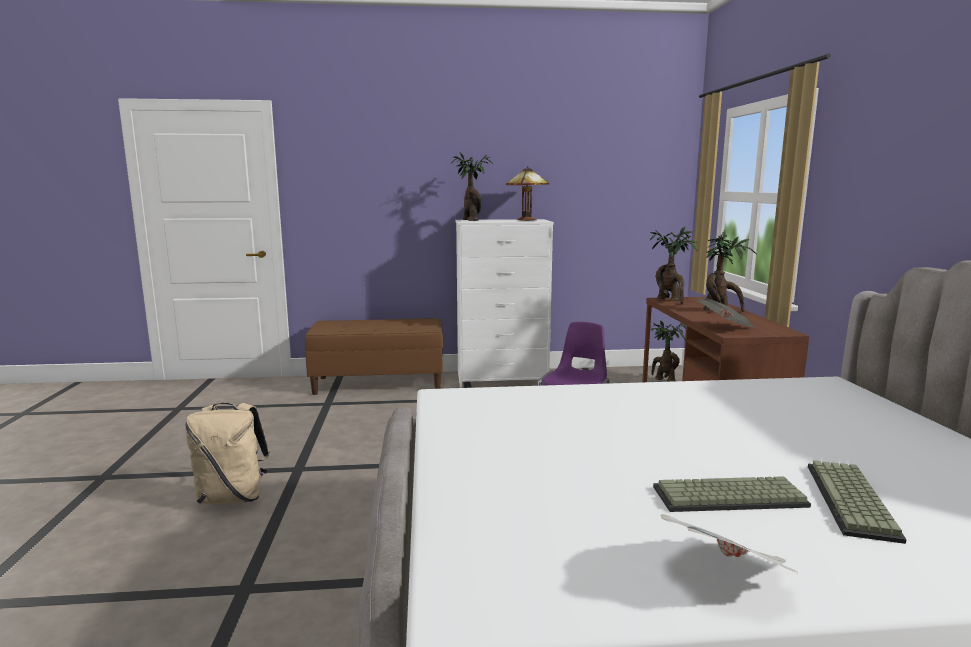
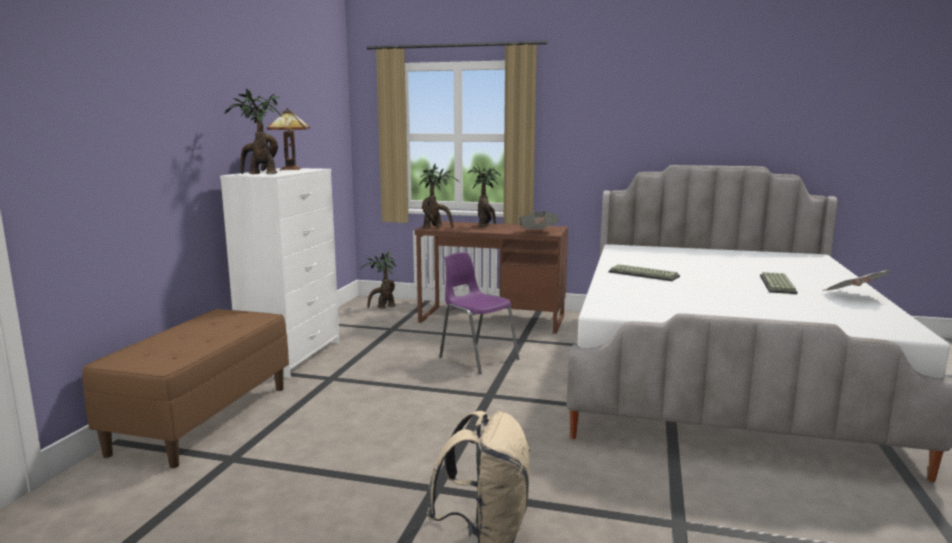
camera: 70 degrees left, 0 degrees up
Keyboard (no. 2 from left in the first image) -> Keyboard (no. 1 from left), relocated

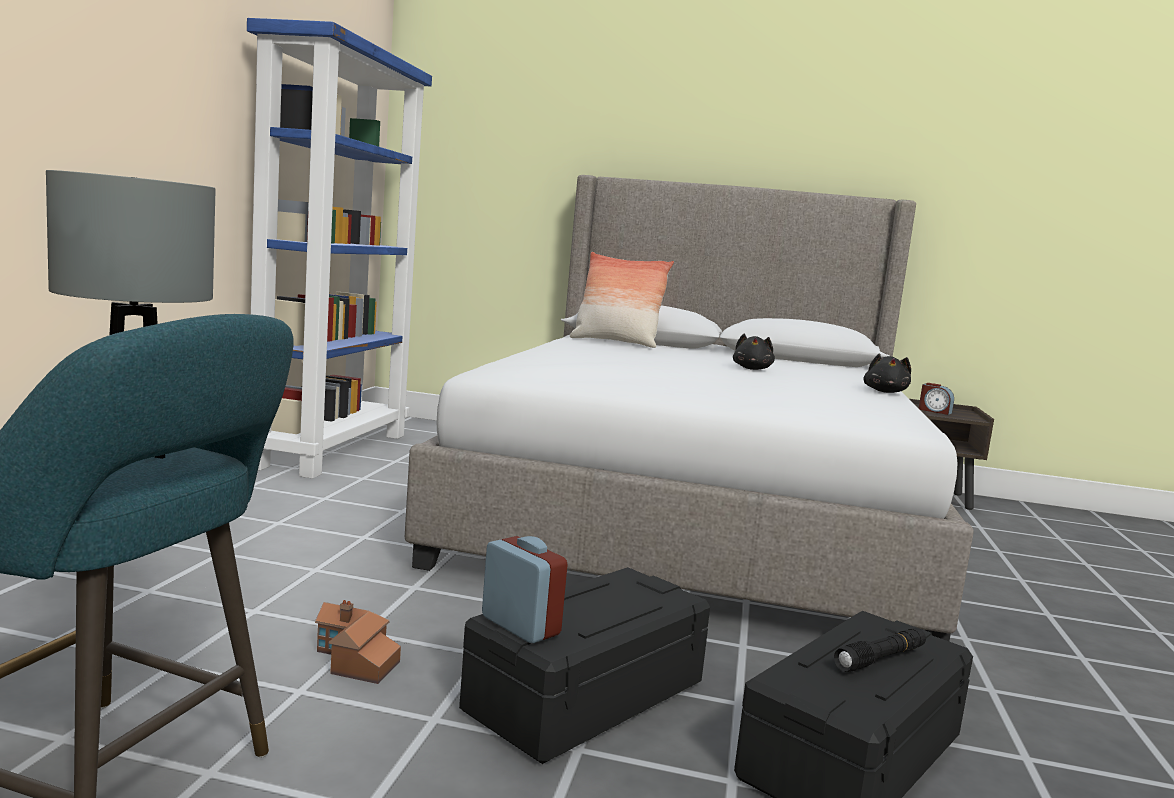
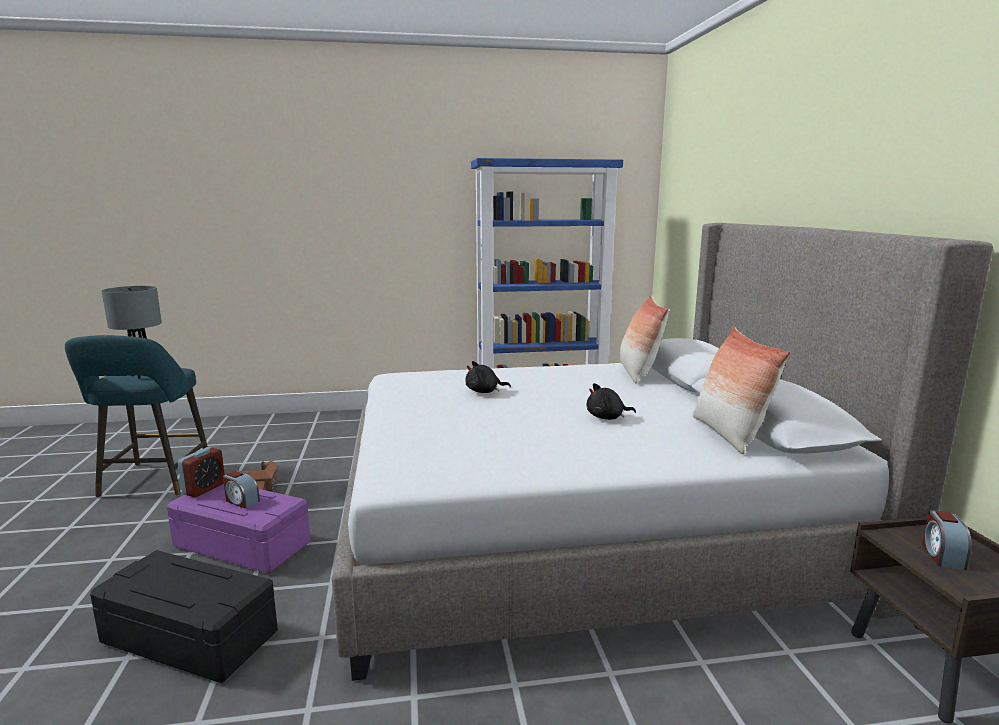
camera: 70 degrees right, 5 degrees up
BlackStorageBox (no. 1 from left) -> PurpleStorageBox
BlackFlashlight -> none
BlackPlushToy (no. 2 from left in the first image) -> BlackPlushToy (no. 1 from left), relocated
none -> AlarmClock (no. 2 from left)
none -> Pillow (no. 2 from left)

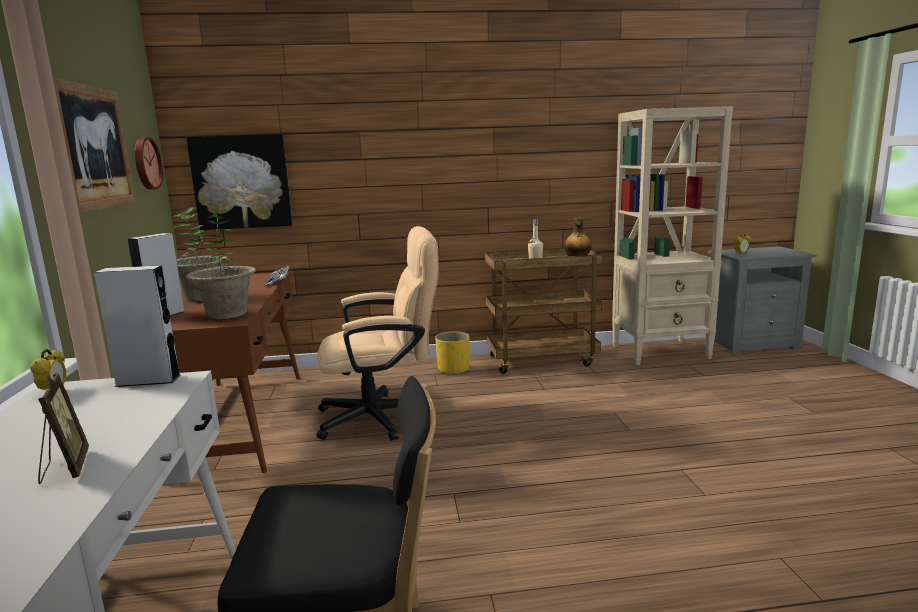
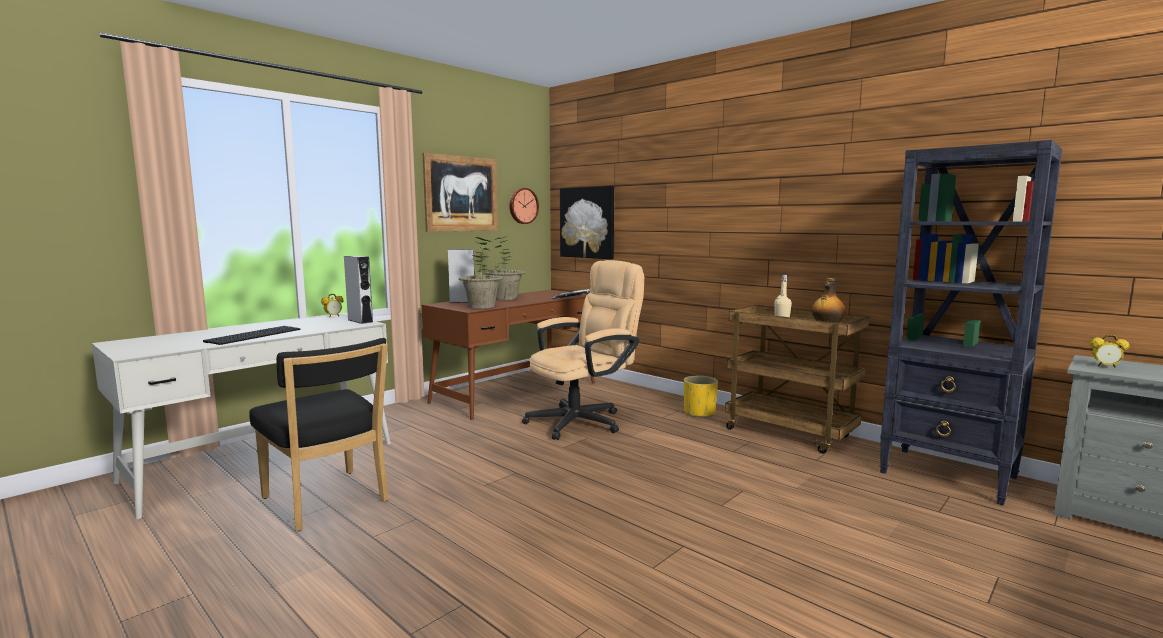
camera: 50 degrees right, 5 degrees down
PictureFrame -> Keyboard (no. 1 from left)
BeigeOfficeChair, 75 degrees counterclockwise
BeigeBookcase -> BlackBookcase

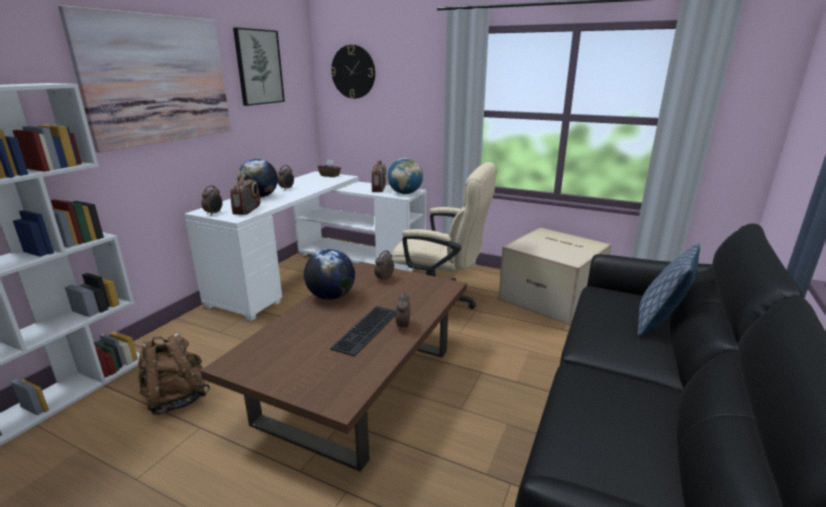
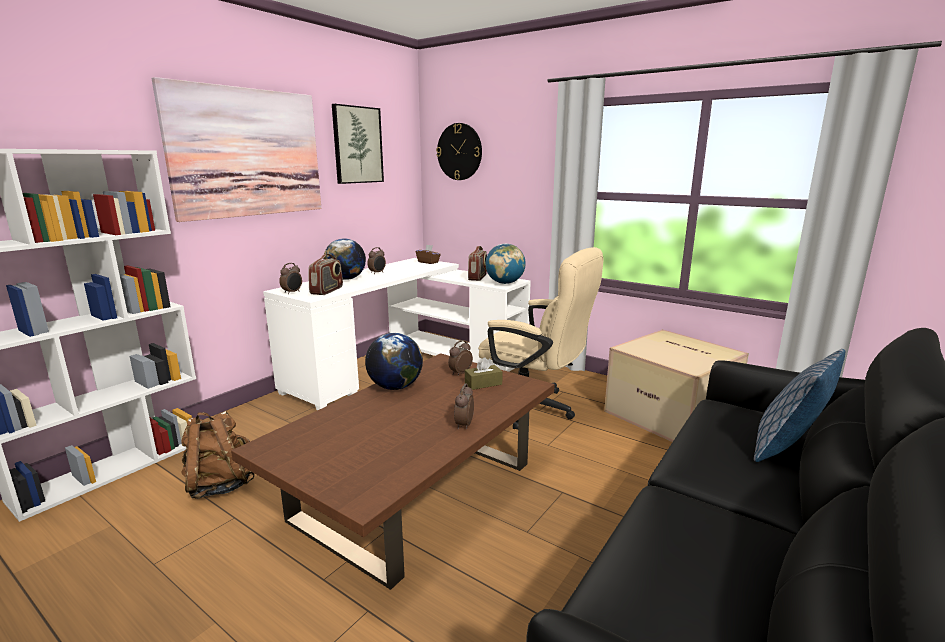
camera: 10 degrees right, 5 degrees down
Keyboard -> none
none -> BrownTissueBox (no. 2 from left)

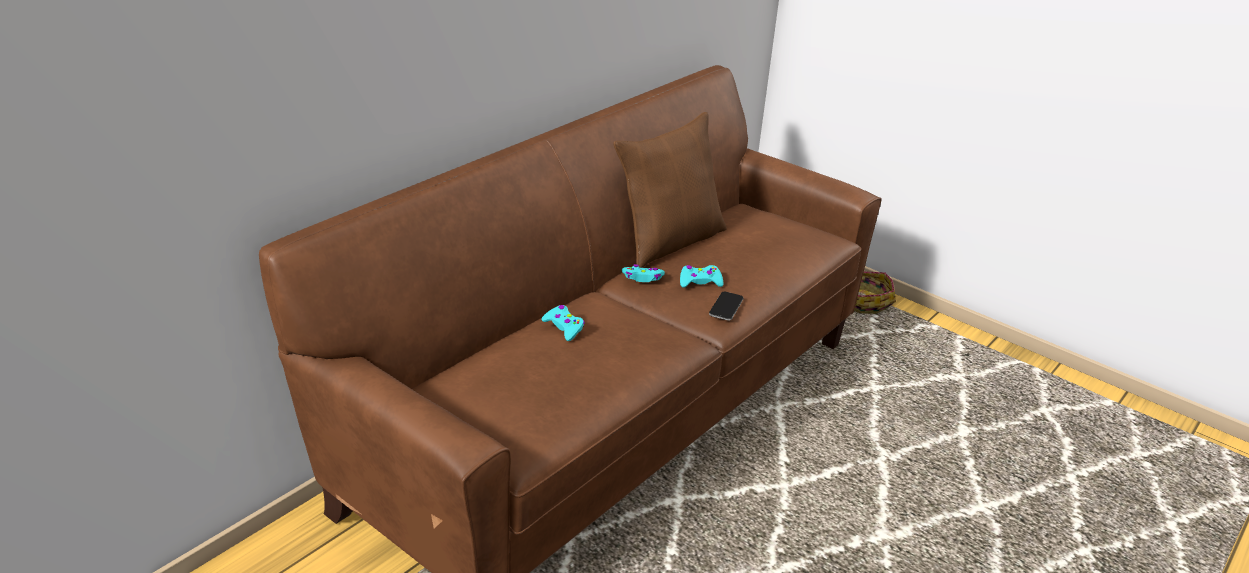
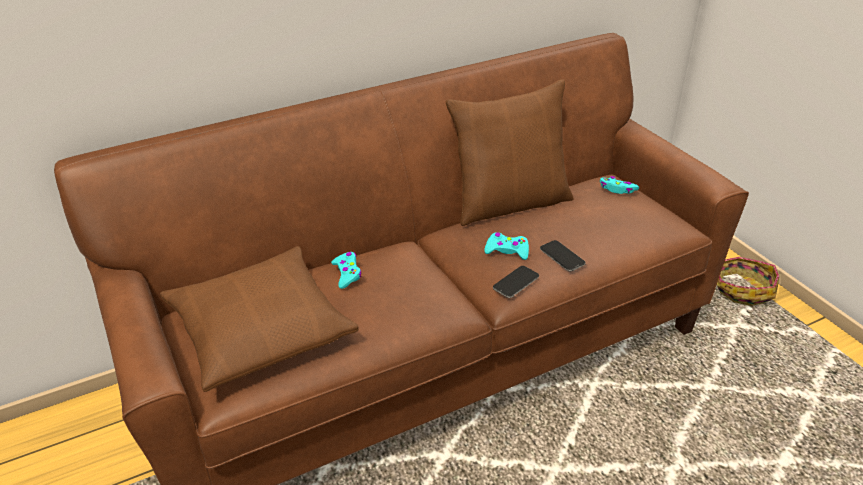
camera: 25 degrees right, 5 degrees up
TurquoiseGameController (no. 2 from left in the first image) -> TurquoiseGameController (no. 3 from left), relocated
none -> BrownPillow (no. 1 from left)
none -> Phone (no. 2 from left)

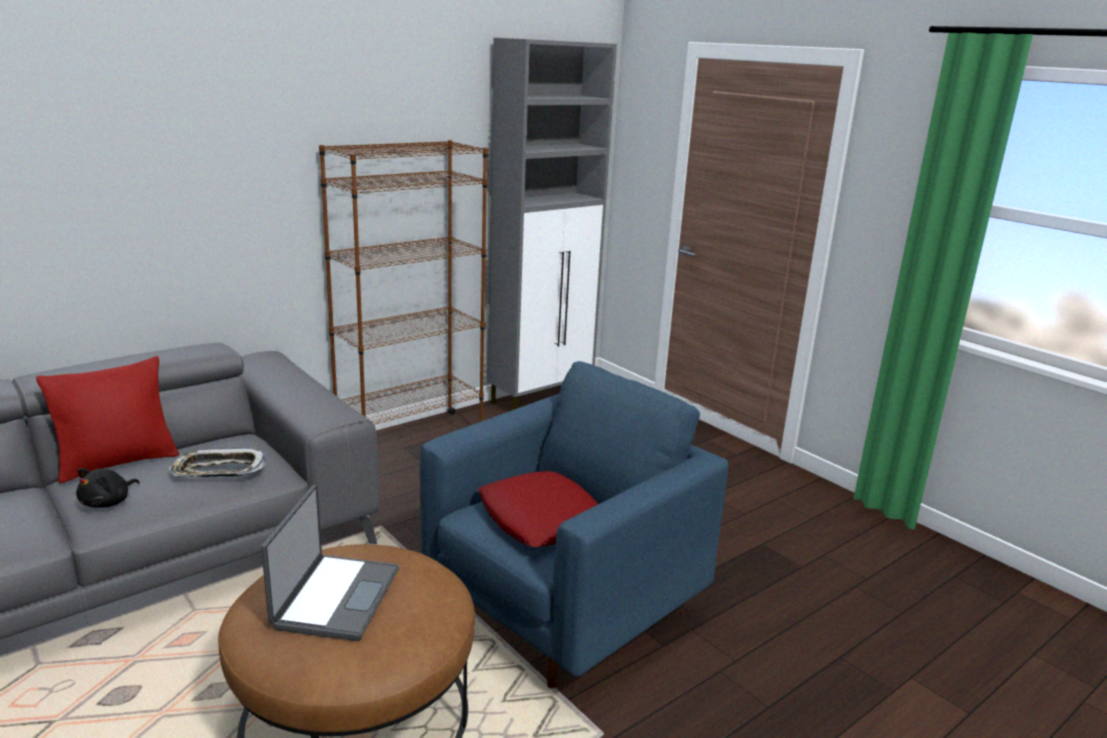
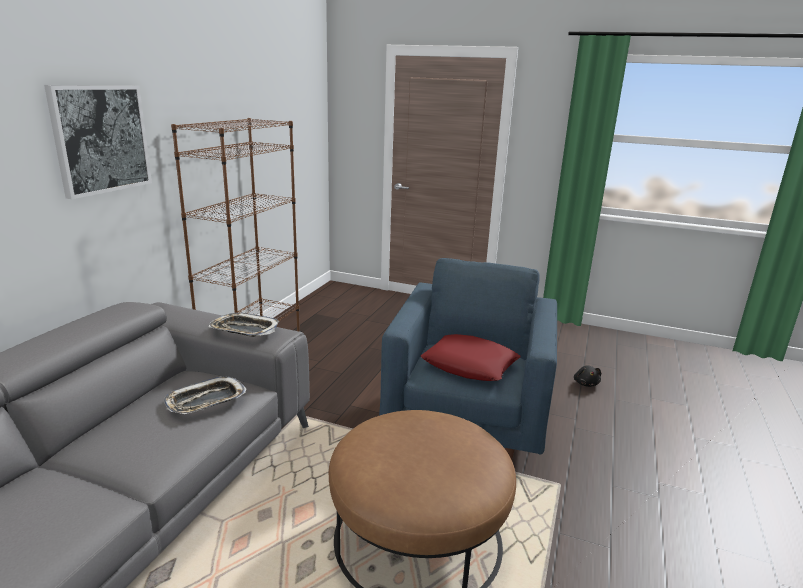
camera: 30 degrees left, 0 degrees up
RedPillow (no. 1 from left) -> none
BlackPlushToy, relocated
Laptop -> none
GreyCabinet -> none
none -> Picture
none -> Tray (no. 2 from left)

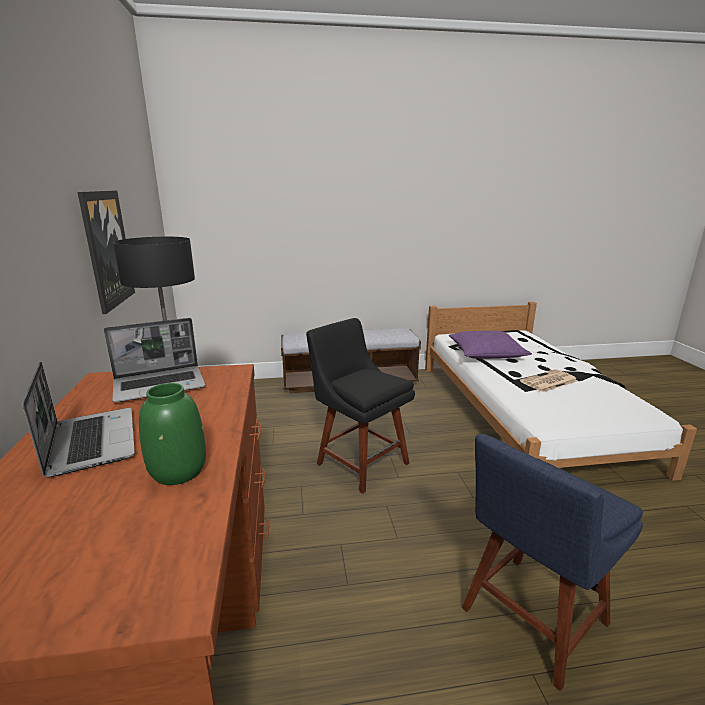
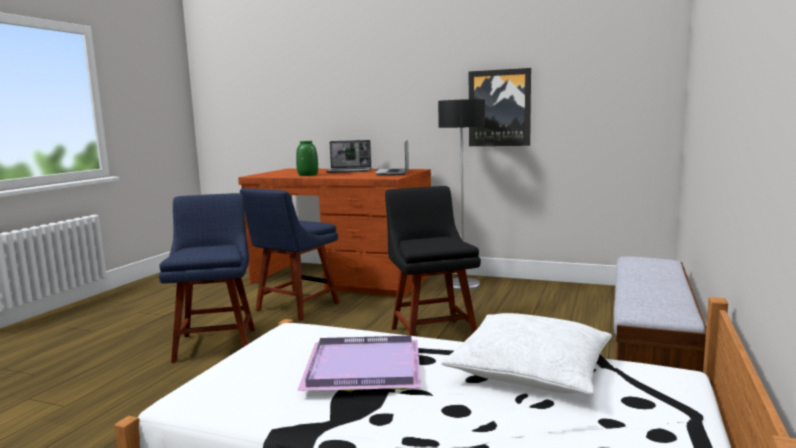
camera: 120 degrees right, 10 degrees down
BlackChair, 90 degrees counterclockwise
PurplePillow -> WhitePillow
Newspaper -> PurpleTray
none -> BlueChair (no. 2 from left)

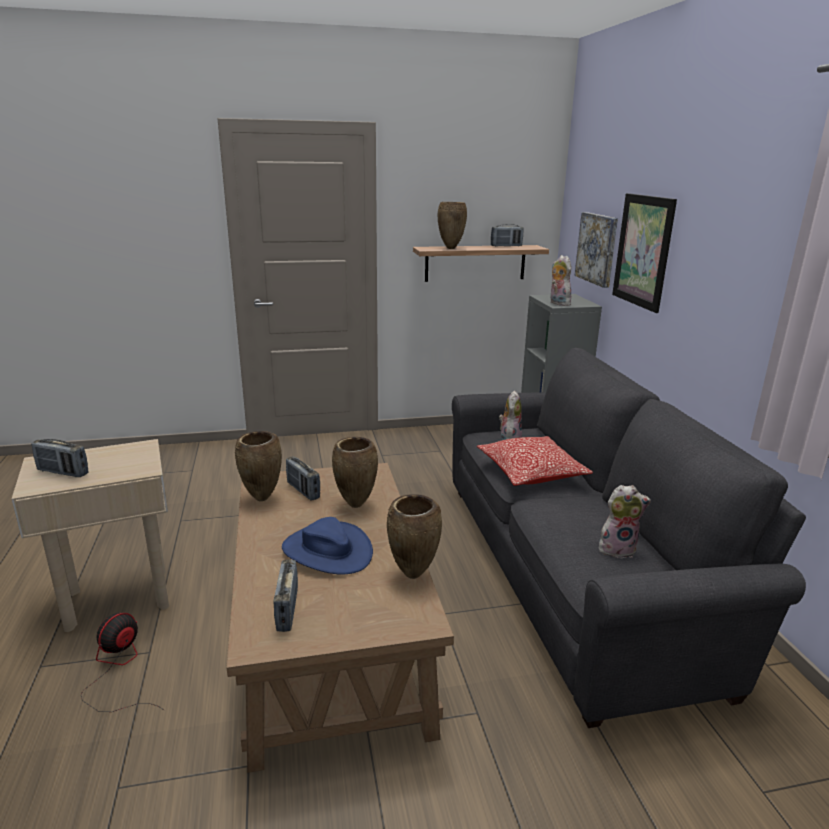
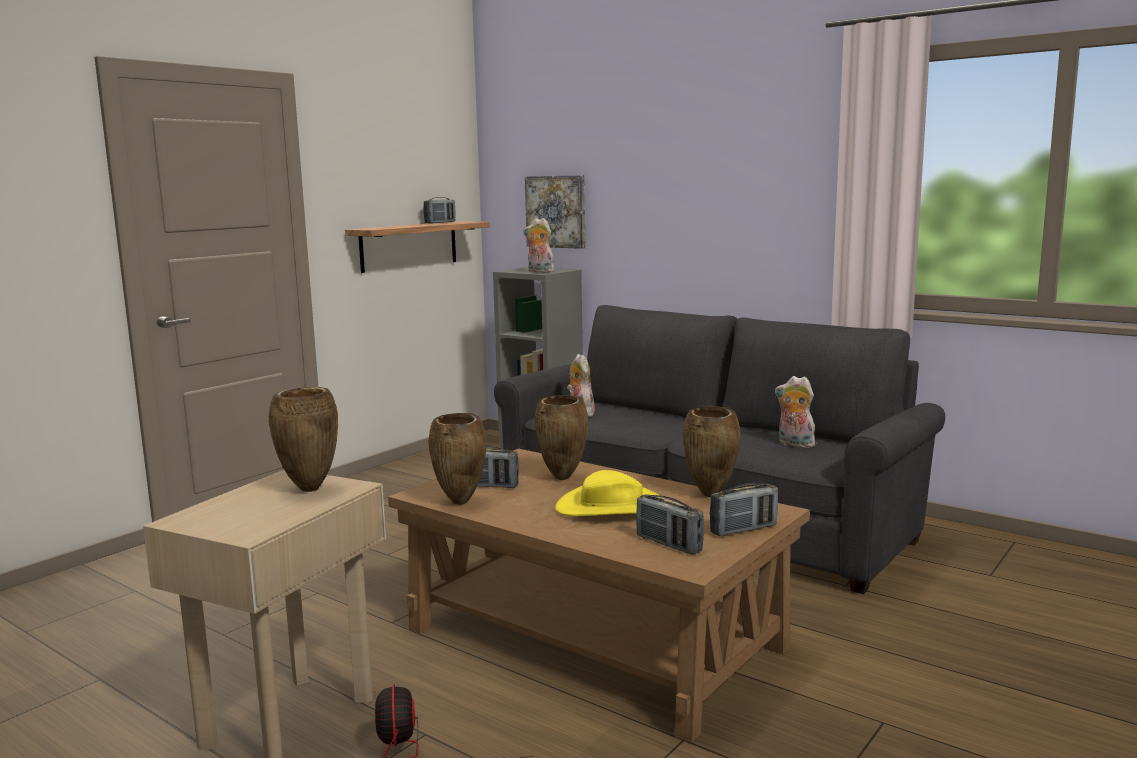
camera: 40 degrees left, 10 degrees down
Radio (no. 1 from left in the first image) -> Radio (no. 4 from left), relocated
BlueHat -> YellowHat
BrownVase (no. 4 from left in the first image) -> BrownVase (no. 1 from left), relocated
Pillow -> none
PlushToy (no. 3 from left), 105 degrees counterclockwise
Picture (no. 2 from left) -> none

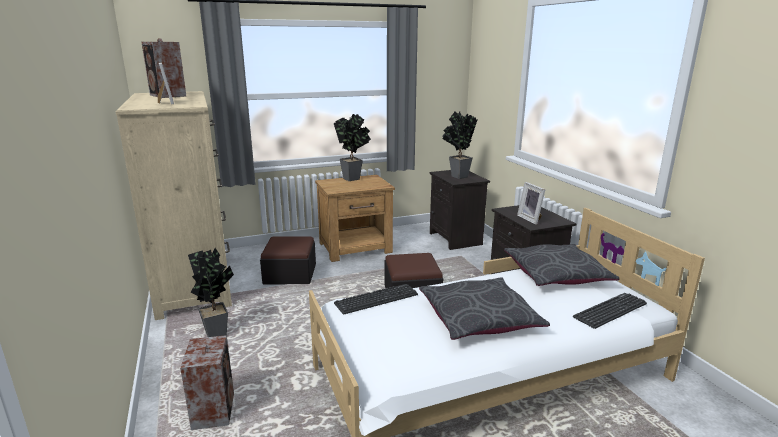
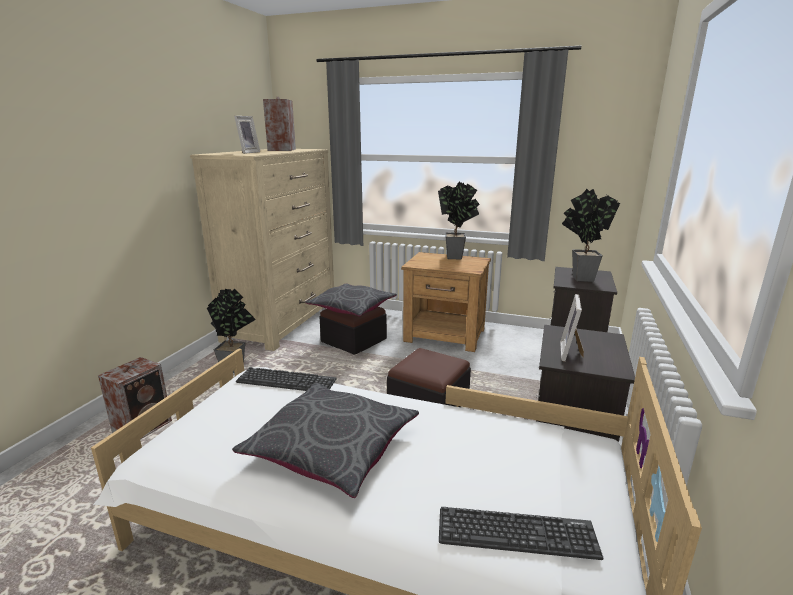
camera: 40 degrees right, 0 degrees up
GreyPillow (no. 2 from left), relocated

